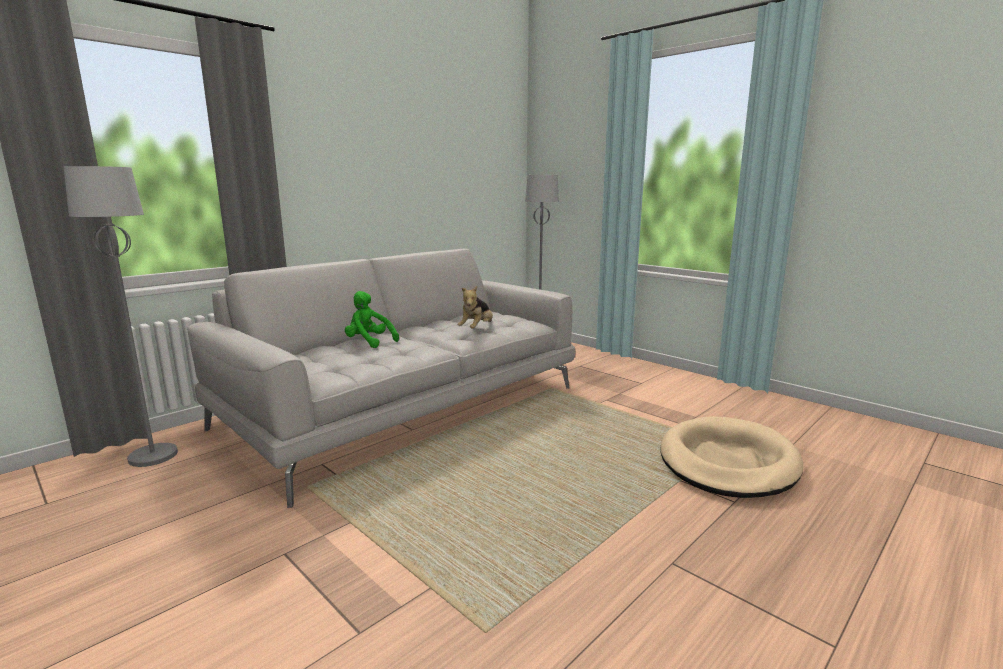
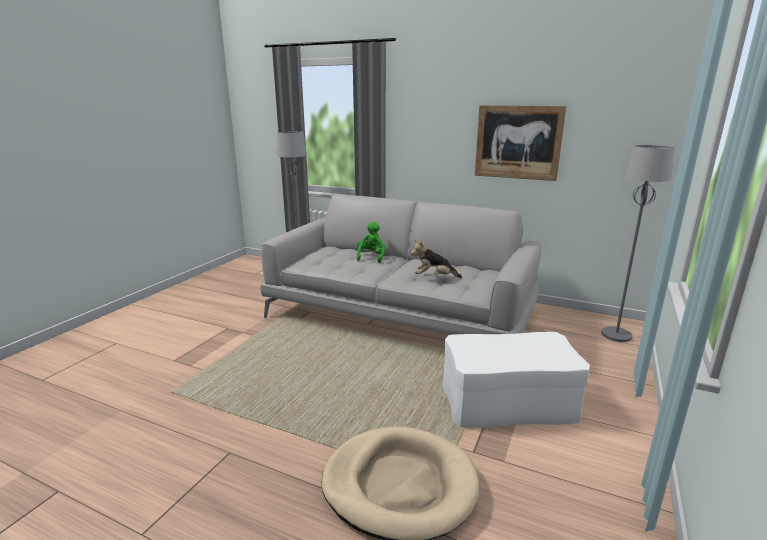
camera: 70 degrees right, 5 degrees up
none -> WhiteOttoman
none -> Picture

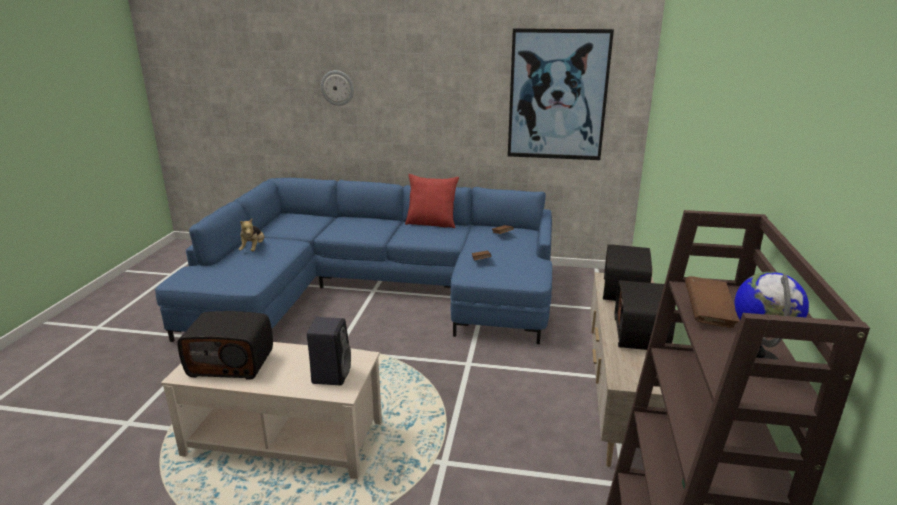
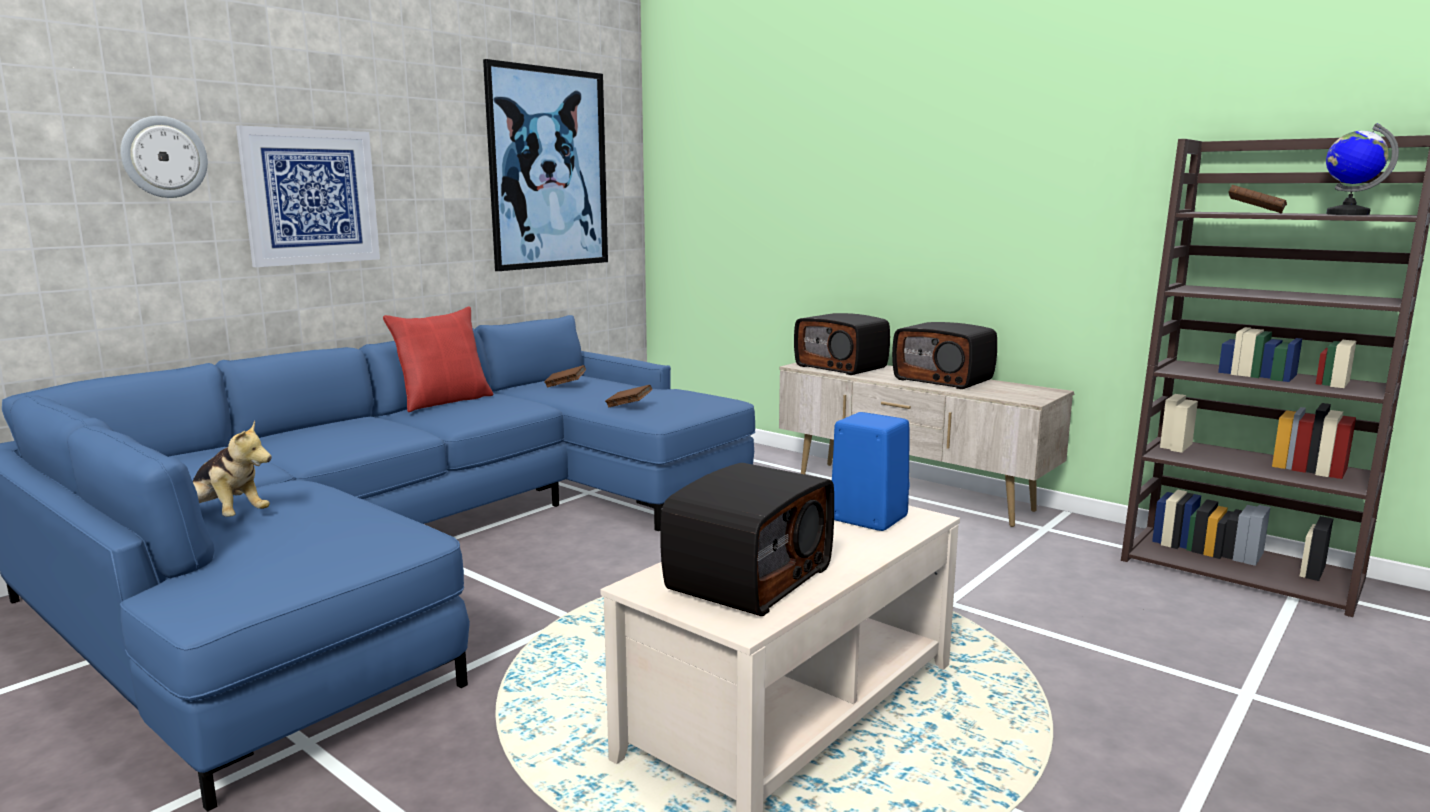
camera: 60 degrees left, 10 degrees down
BlackSpeaker -> BlueSpeaker
none -> Picture (no. 1 from left)

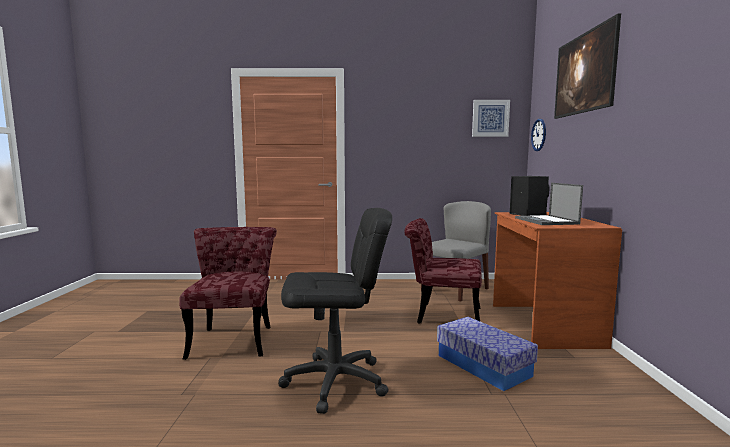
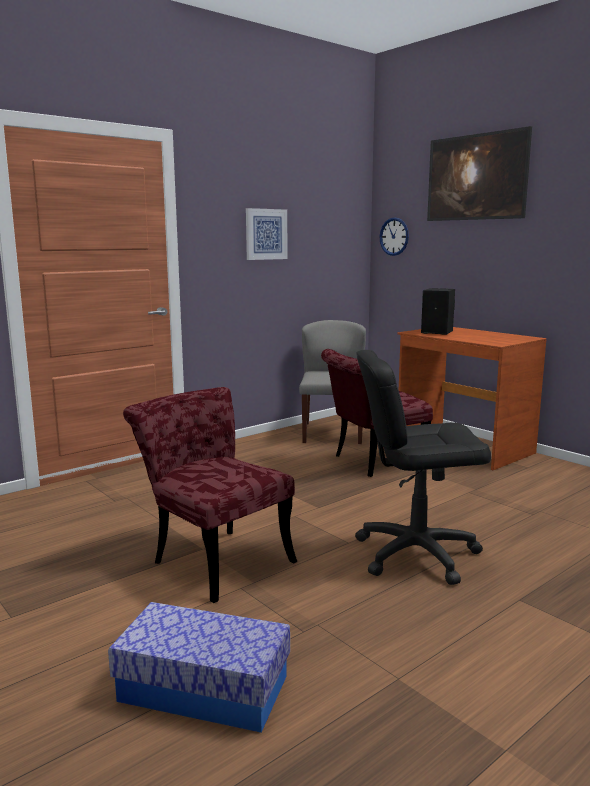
camera: 40 degrees left, 5 degrees up
BlackOfficeChair, 135 degrees counterclockwise
StorageBox, relocated
Picture (no. 1 from left), relocated
Laptop -> none

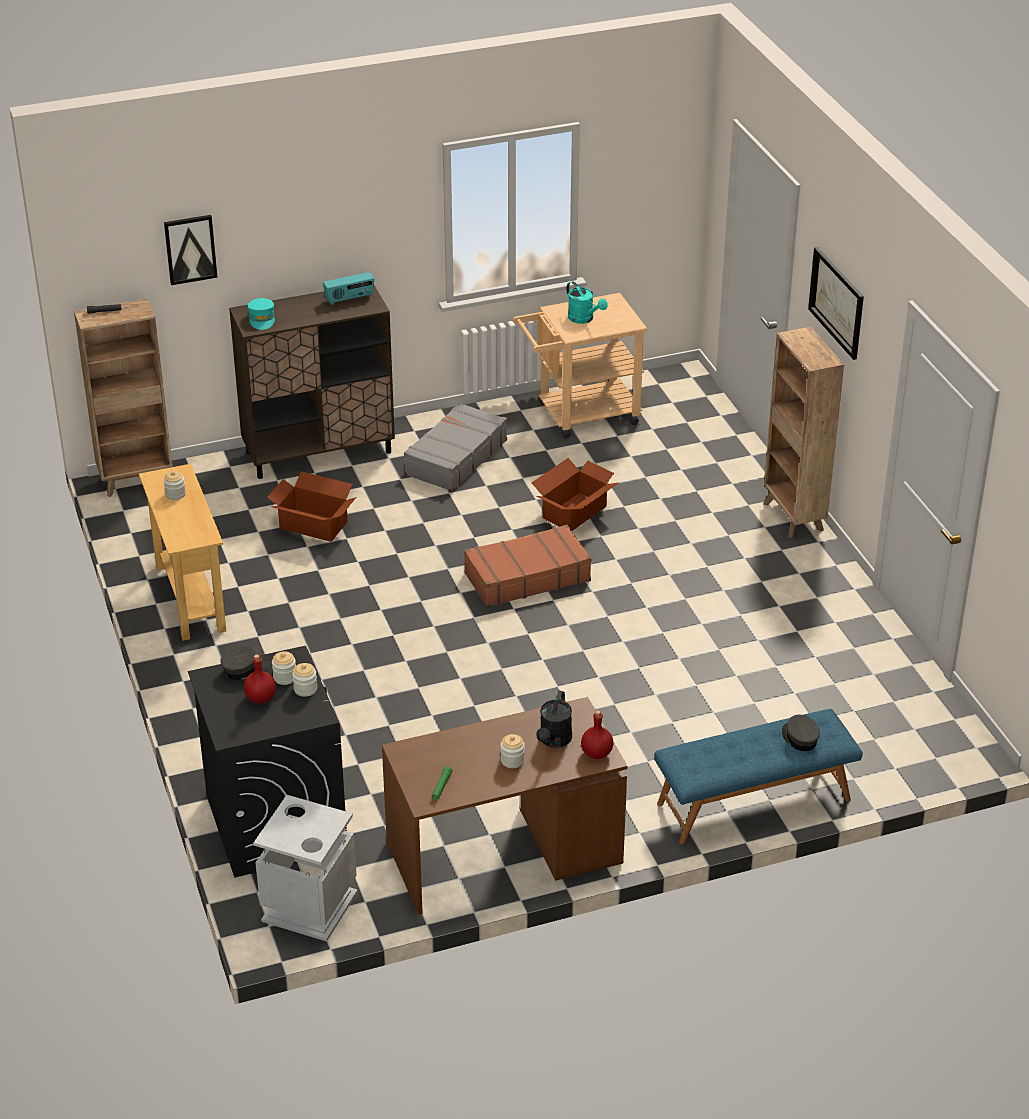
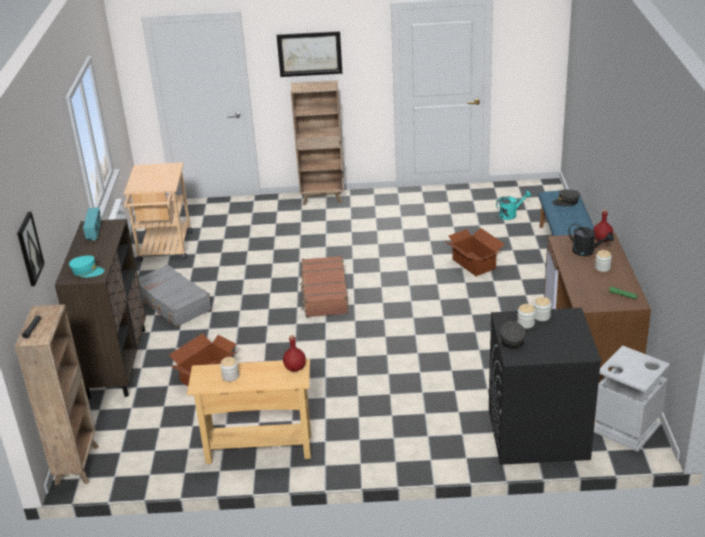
camera: 70 degrees left, 5 degrees down
RedBottle (no. 1 from left), relocated
CardboardBox (no. 2 from left), relocated
TurquoiseWateringCan, relocated

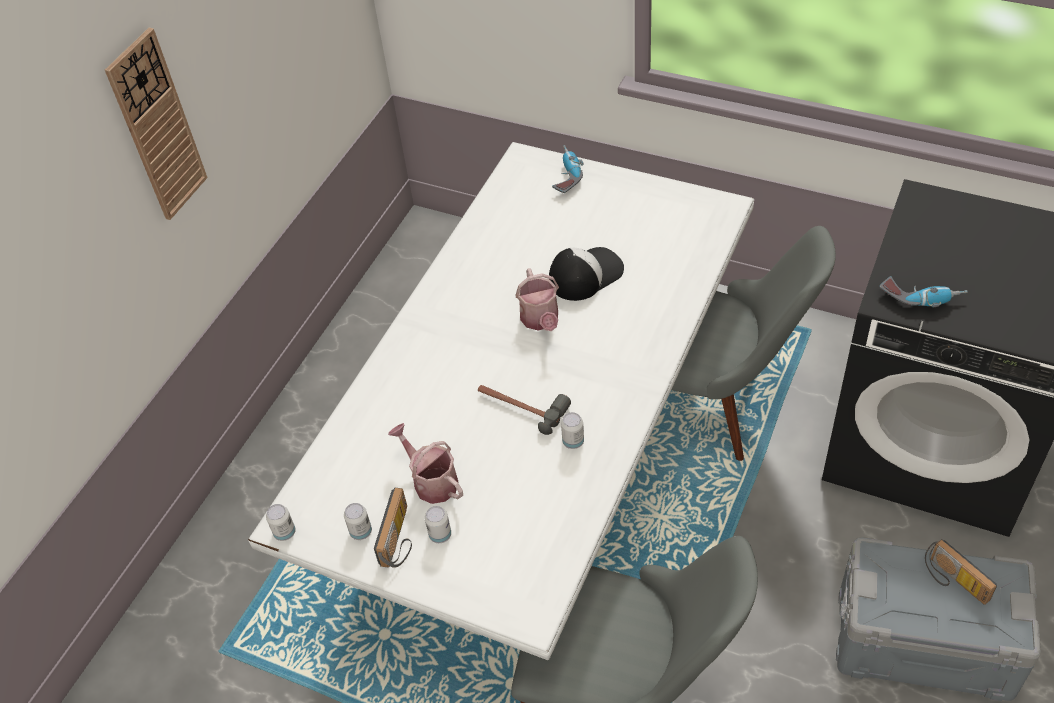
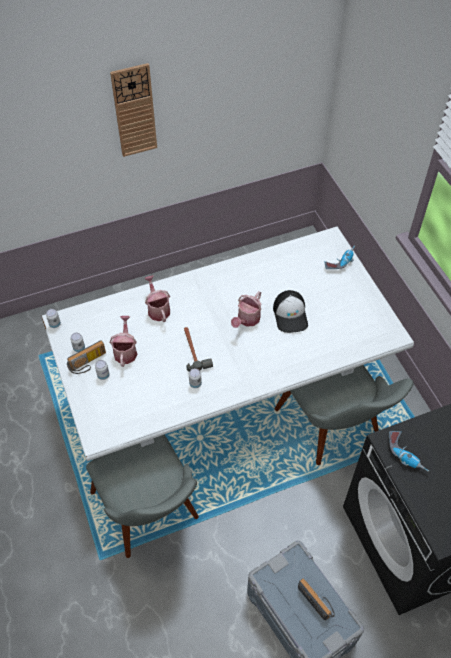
camera: 40 degrees right, 5 degrees up
Cap, 75 degrees clockwise
Radio (no. 2 from left), 135 degrees clockwise
none -> WateringCan (no. 2 from left)

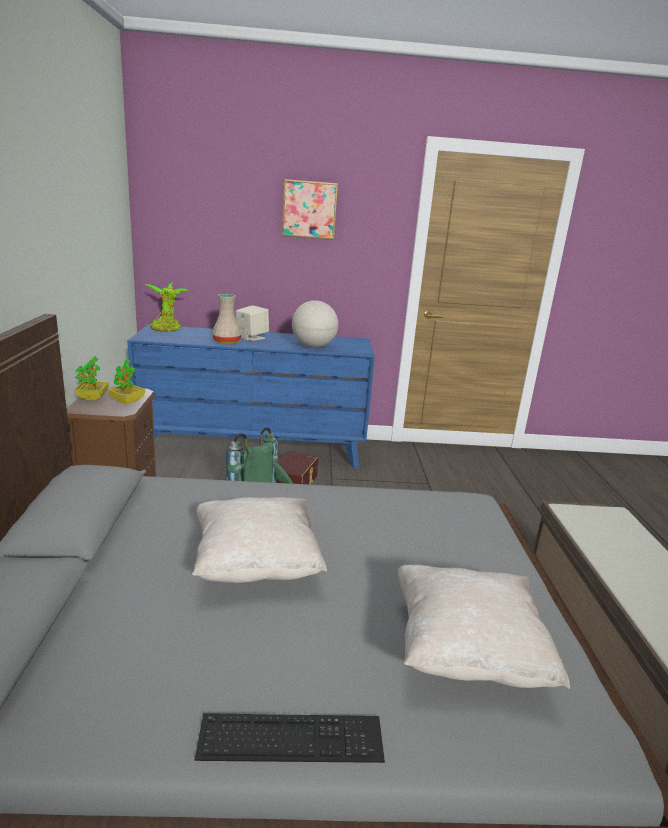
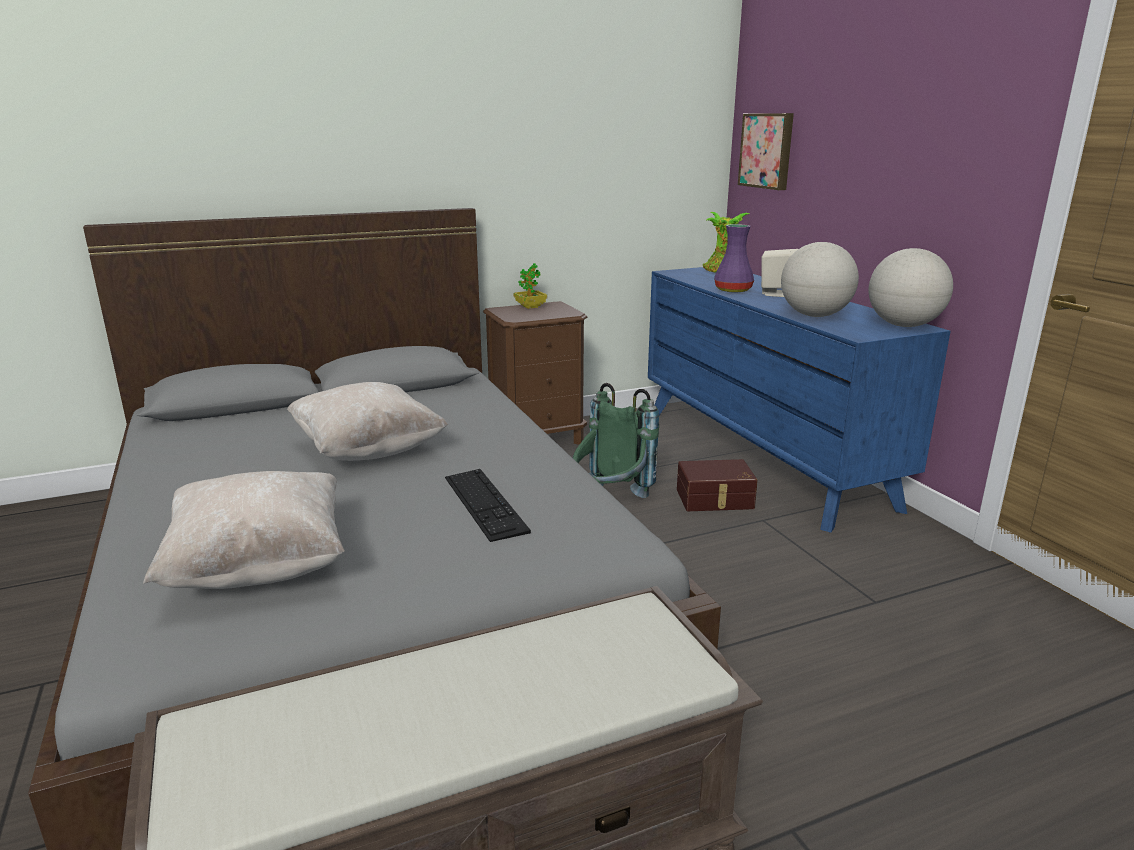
camera: 70 degrees right, 0 degrees up
PottedPlant (no. 2 from left) -> none
Keyboard, relocated
BeigeVase -> PurpleVase
Picture, relocated
none -> Globe (no. 2 from left)

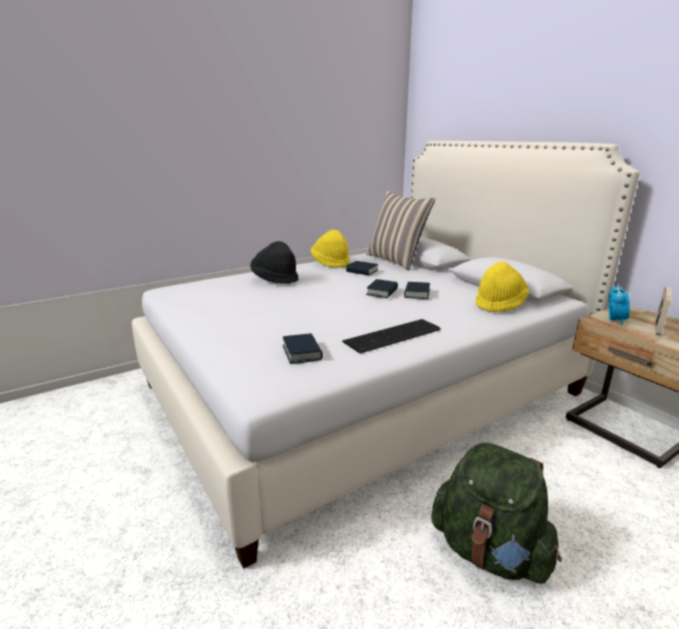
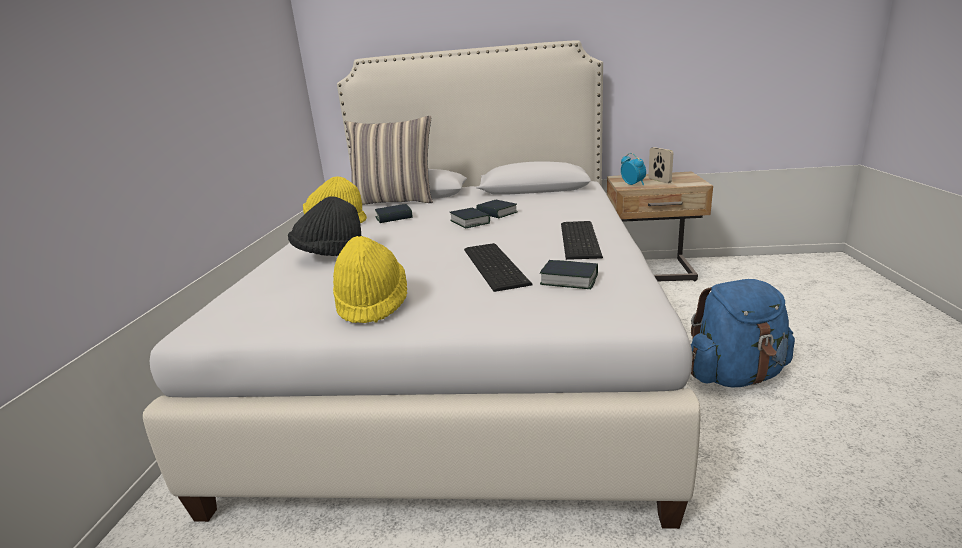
camera: 50 degrees left, 0 degrees up
GreenBackpack -> BlueBackpack
YellowHat (no. 2 from left), relocated
none -> Keyboard (no. 1 from left)

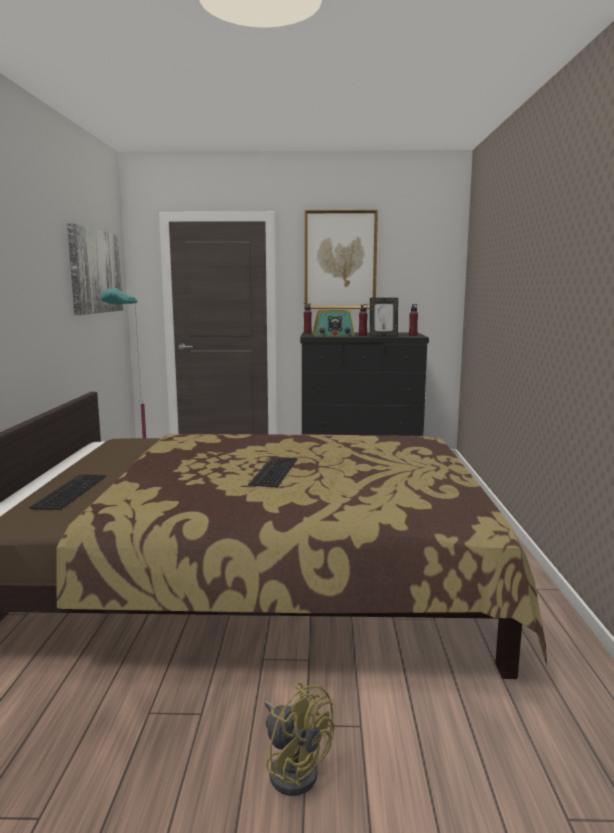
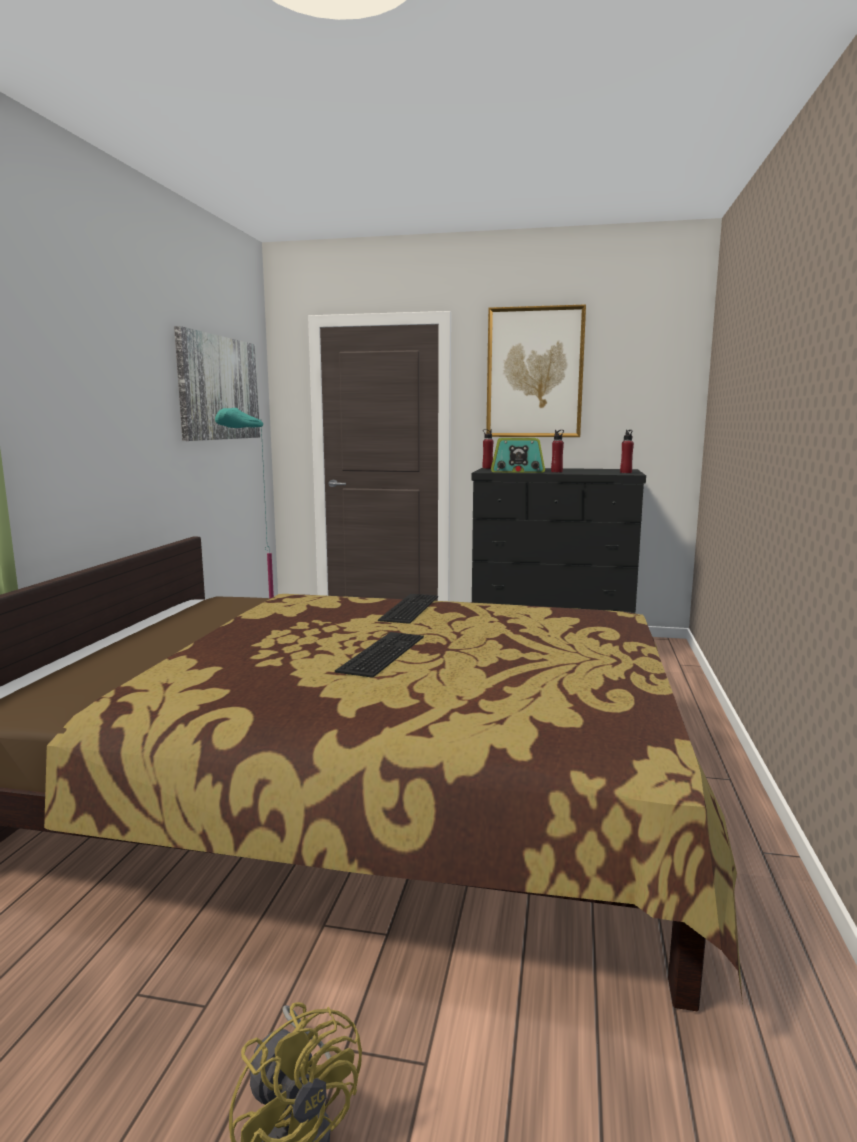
camera: 10 degrees right, 0 degrees up
Keyboard (no. 1 from left in the first image) -> Keyboard (no. 2 from left), relocated
PictureFrame -> none

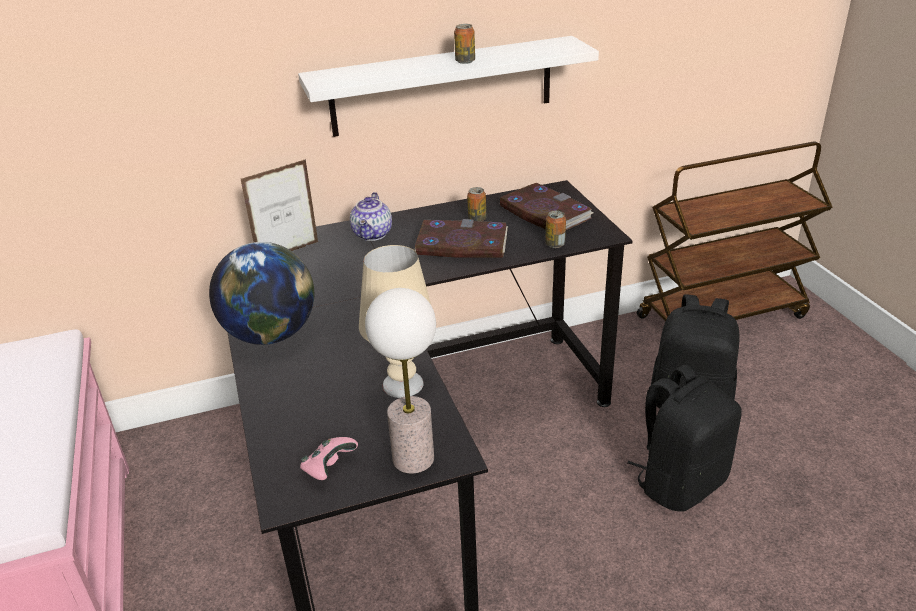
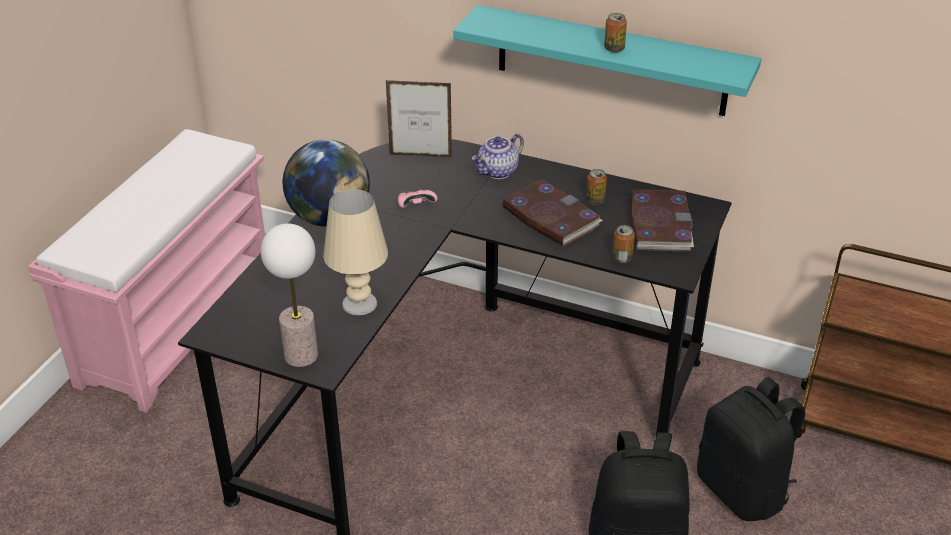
camera: 40 degrees right, 5 degrees up
WhiteShelf -> TurquoiseShelf
PinkGameController, relocated

